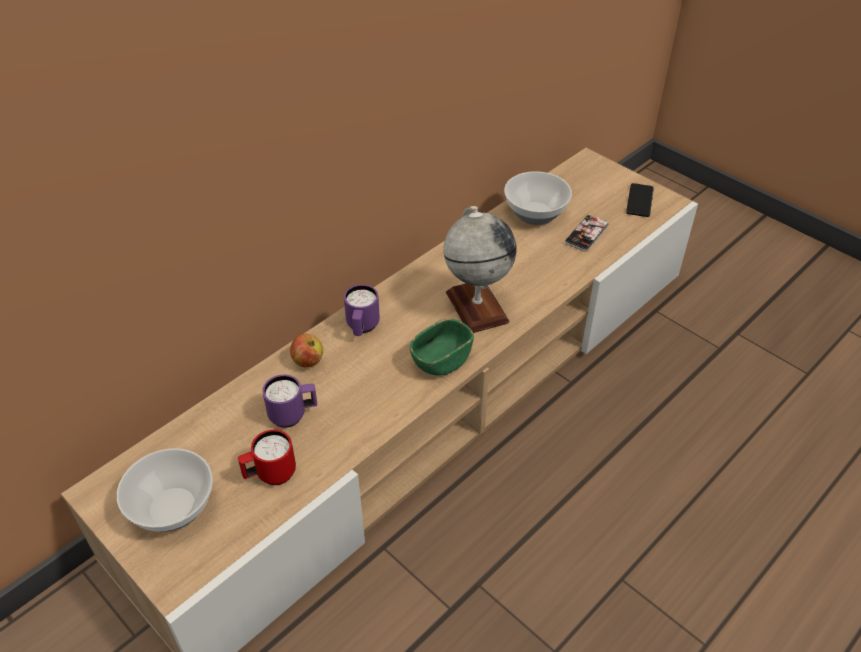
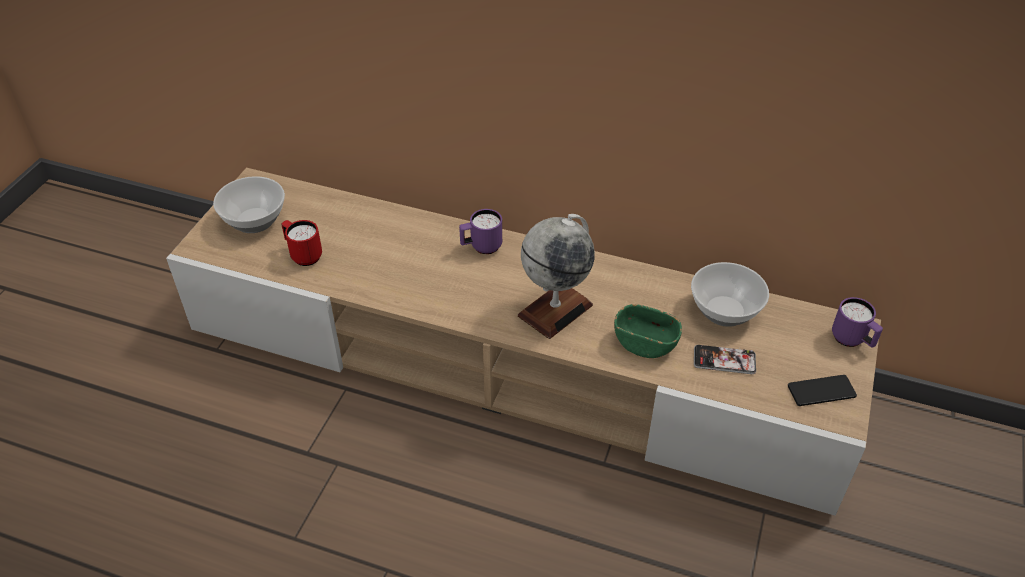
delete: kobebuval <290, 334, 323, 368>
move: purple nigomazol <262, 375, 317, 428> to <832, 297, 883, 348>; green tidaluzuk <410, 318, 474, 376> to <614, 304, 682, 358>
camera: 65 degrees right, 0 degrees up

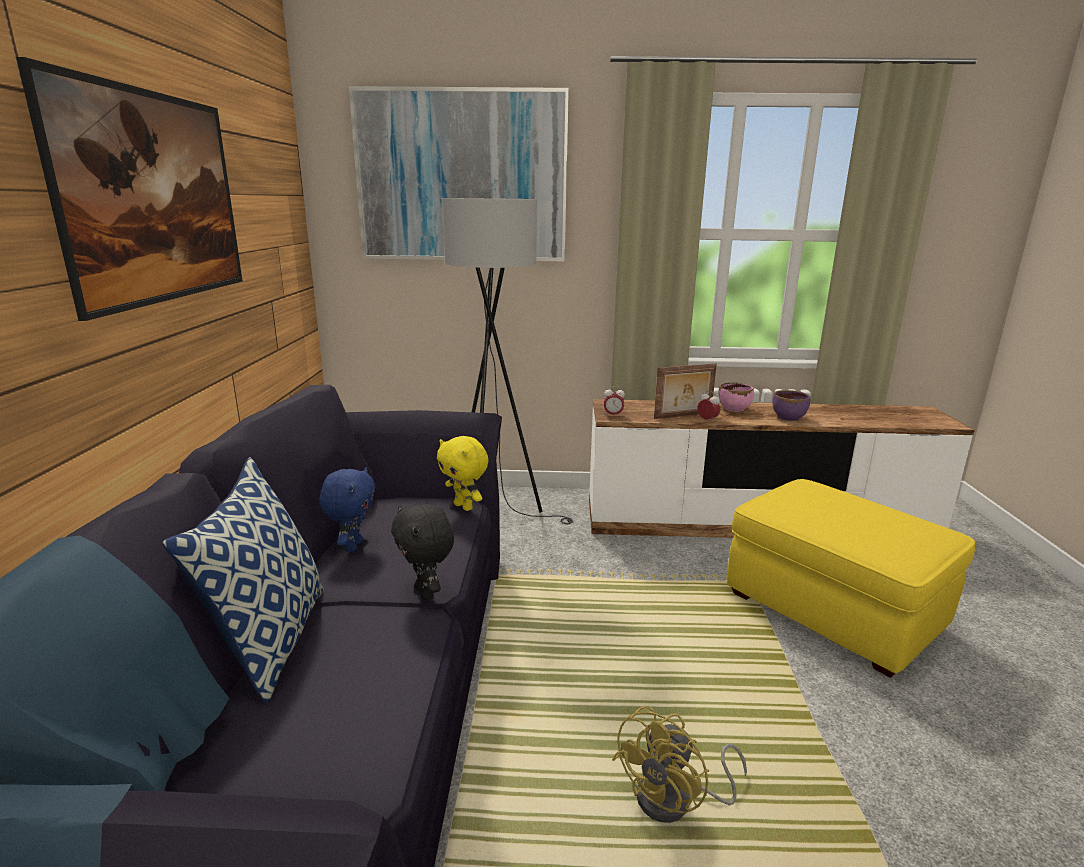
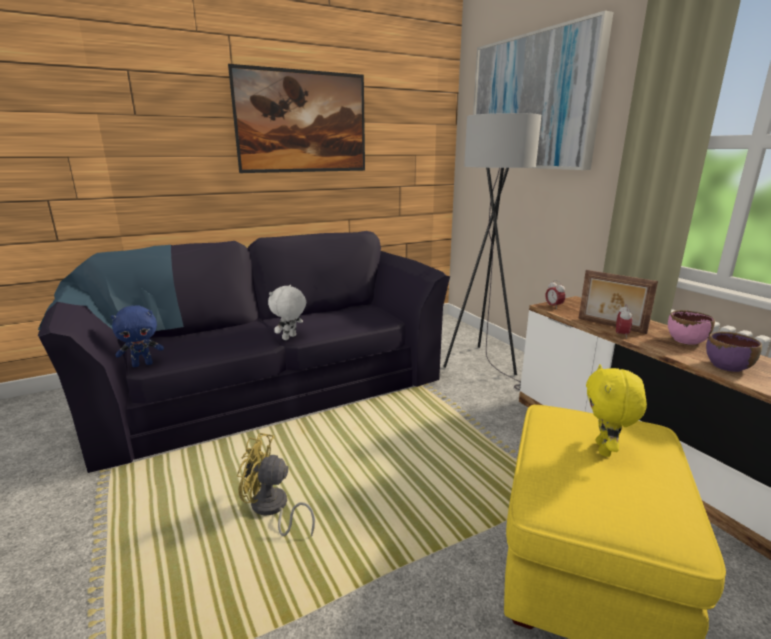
delete: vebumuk <162, 457, 324, 703>
move: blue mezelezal <320, 467, 375, 552> to <110, 305, 164, 367>; yellow mezelezal <437, 436, 489, 511> to <586, 364, 647, 457>
recolor: black mezelezal <391, 504, 454, 600> to white mezelezal <268, 285, 306, 340>
camera: 60 degrees right, 0 degrees up

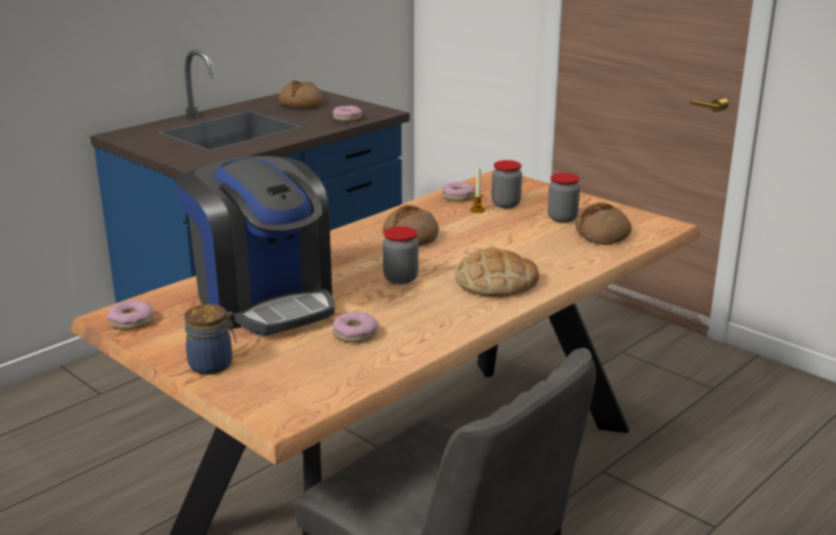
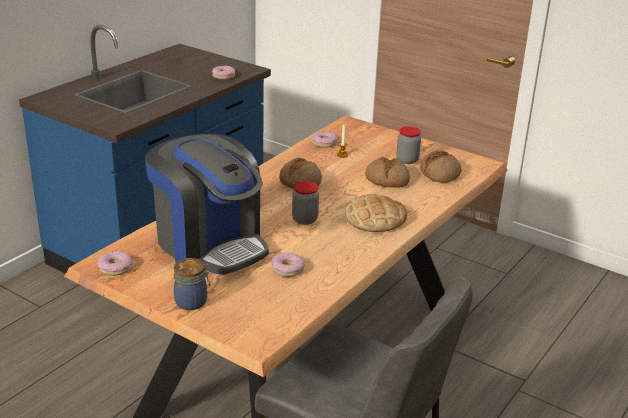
delete: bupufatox <492, 160, 522, 208>
move: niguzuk <279, 80, 323, 108> to <365, 157, 410, 188>
camera: 10 degrees left, 5 degrees up

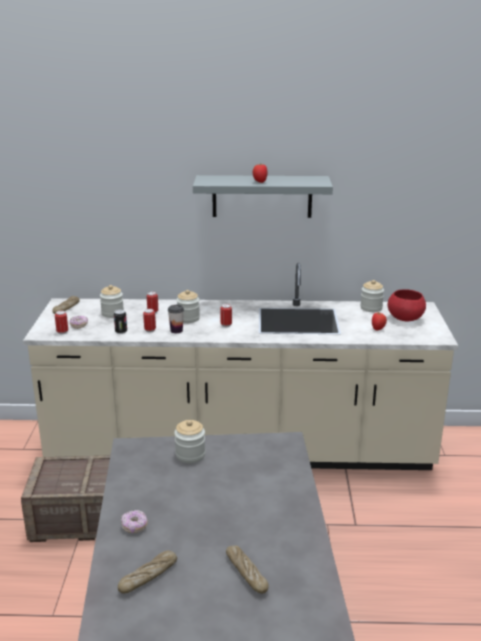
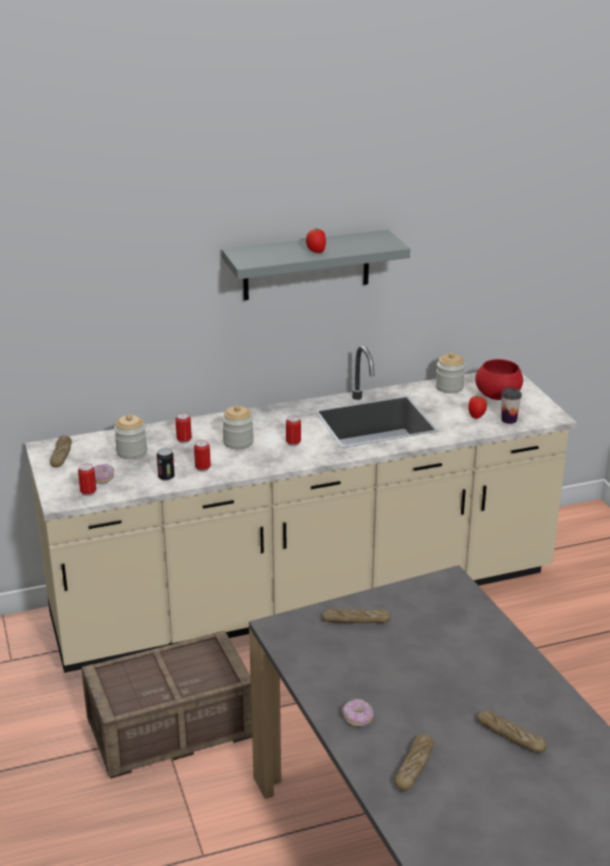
move: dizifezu <168, 305, 184, 333> to <501, 388, 522, 424>
replace: bupufatox <174, 420, 205, 463> to niguzuk <322, 609, 391, 623>
camera: 20 degrees left, 5 degrees up

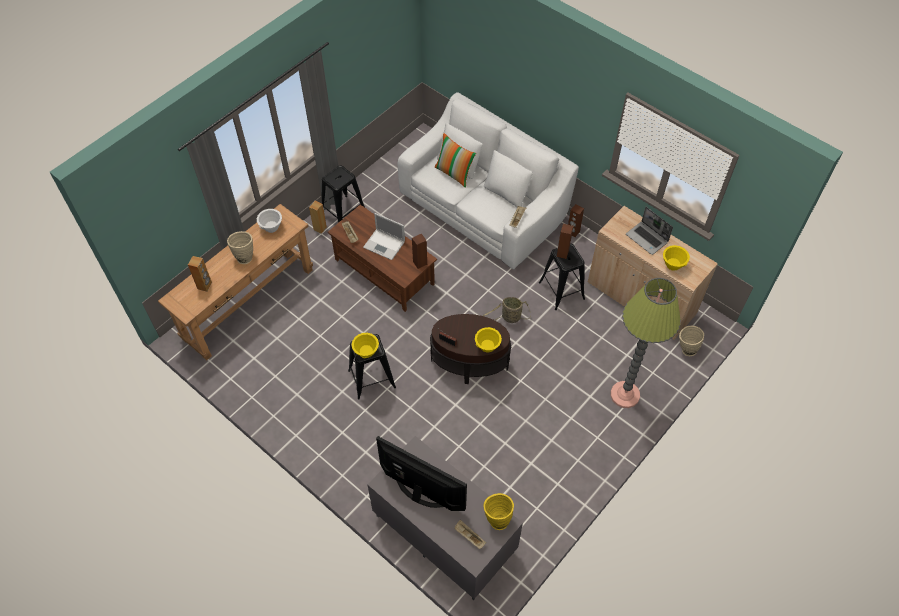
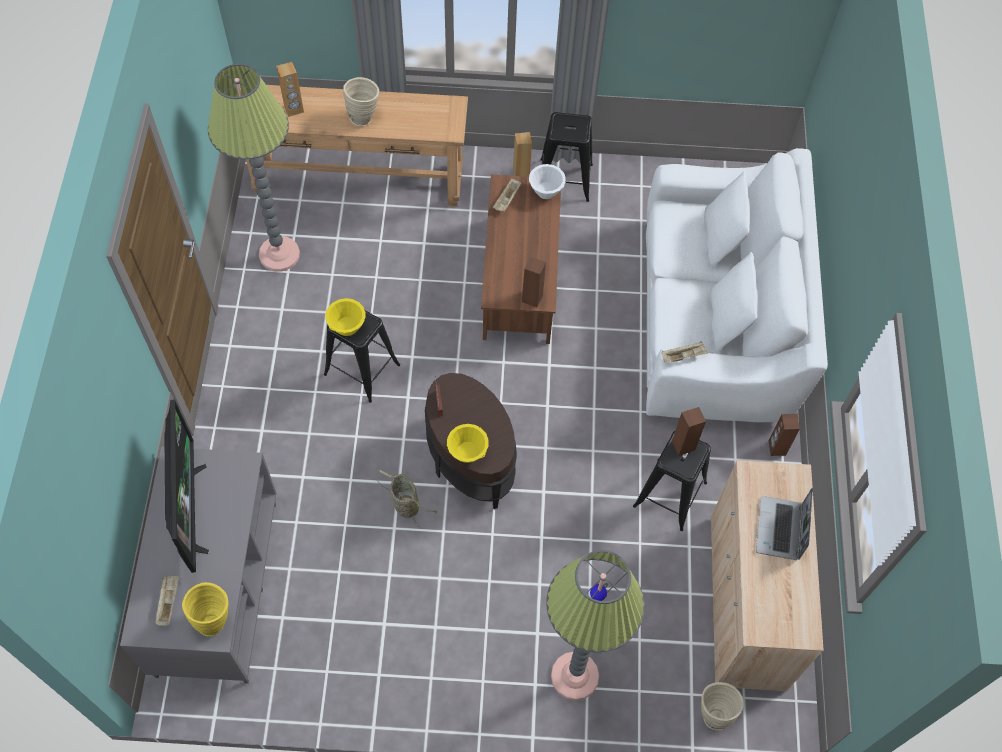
delete: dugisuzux <363, 213, 405, 260>; vebumuk <435, 133, 476, 188>; yellow tidaluzuk <663, 245, 690, 271>
insert: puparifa <208, 64, 300, 272>
move: white tidaluzuk <257, 209, 282, 233> to <529, 164, 566, 199>; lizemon <483, 297, 531, 323> to <376, 469, 438, 529>
camera: 50 degrees right, 5 degrees up

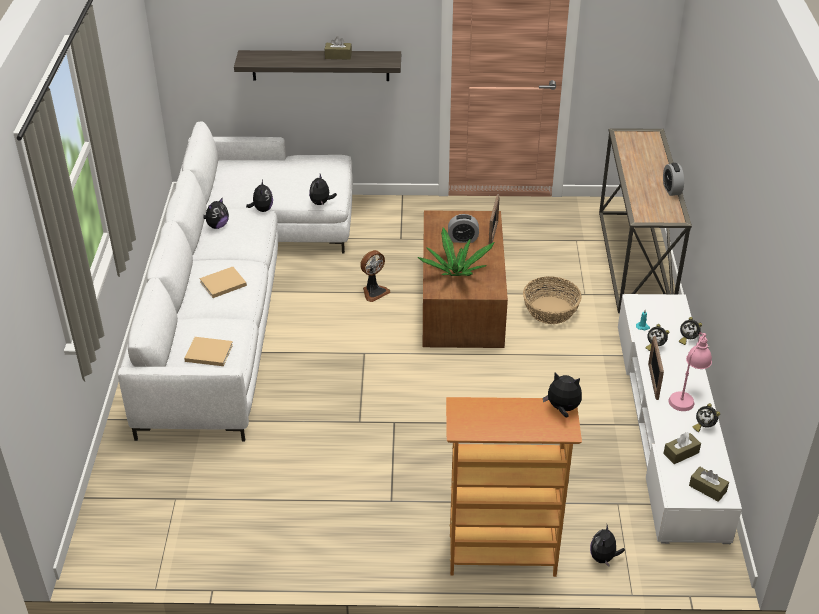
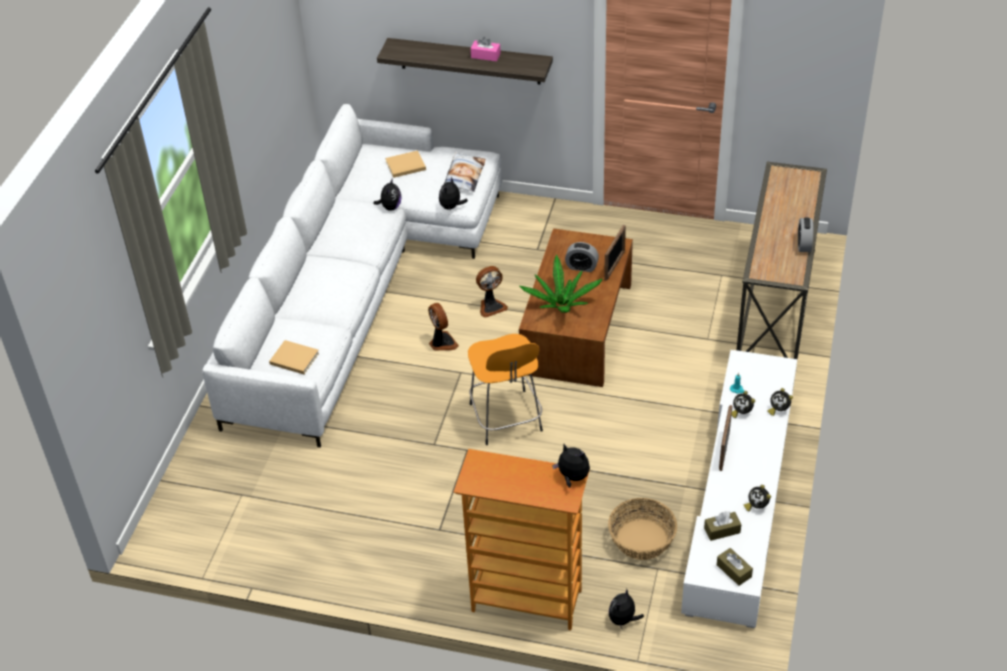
delete: mezelezal <203, 197, 229, 229>; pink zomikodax <668, 332, 712, 411>
insert: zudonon <428, 303, 459, 351>; vebumuk <444, 152, 486, 192>; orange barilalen <468, 334, 543, 445>
move: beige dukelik <199, 267, 247, 298> to <385, 150, 426, 178>; lizemon <523, 276, 582, 324> to <608, 498, 677, 560>
recolor: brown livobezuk <325, 36, 352, 60> to pink livobezuk <471, 37, 501, 61>
camera: 15 degrees right, 5 degrees up

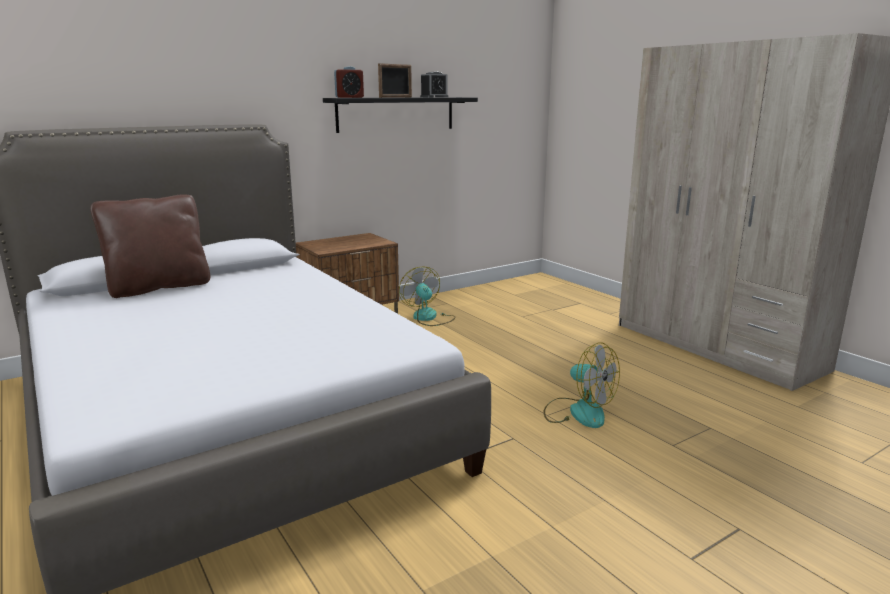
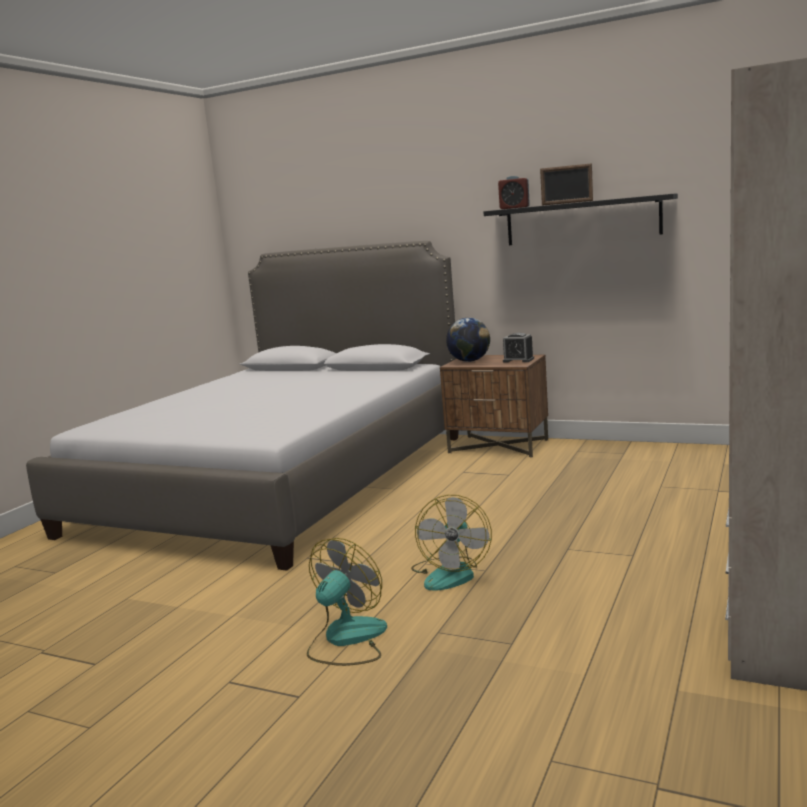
delete: brown vebumuk <90, 194, 210, 298>
insert: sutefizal <446, 318, 490, 362>
move: zudonon <399, 266, 456, 326> to <307, 538, 387, 666>; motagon <420, 72, 449, 97> to <503, 333, 534, 362>
camera: 60 degrees right, 5 degrees down

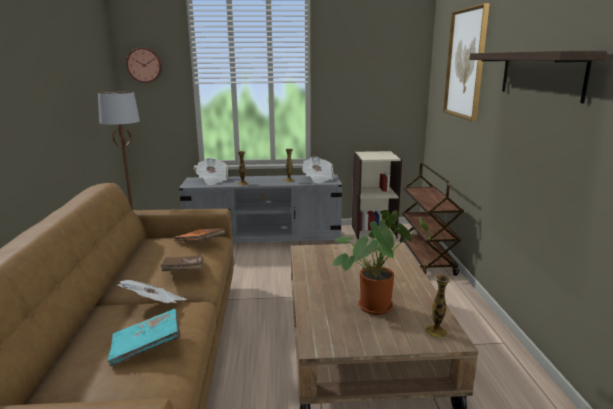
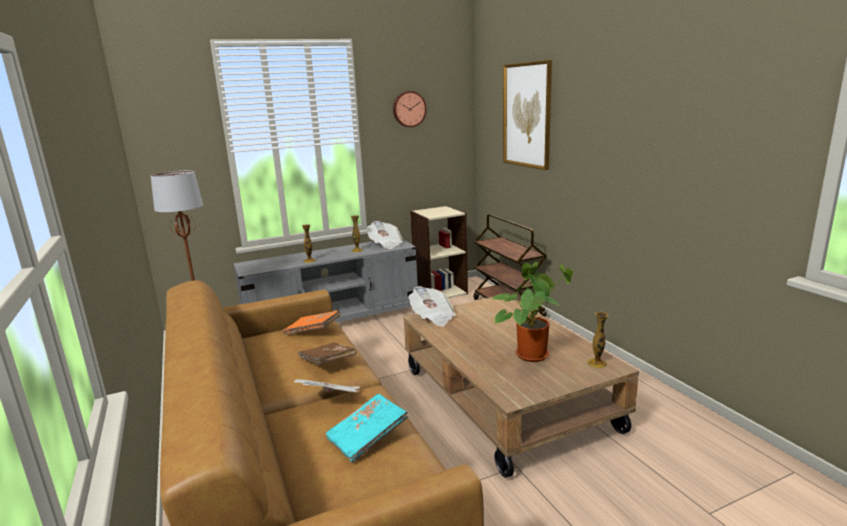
delete: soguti <470, 51, 607, 103>
move: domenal <126, 48, 162, 83> to <393, 91, 427, 127>; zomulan <195, 158, 228, 185> to <408, 286, 456, 327>
camera: 20 degrees left, 0 degrees up

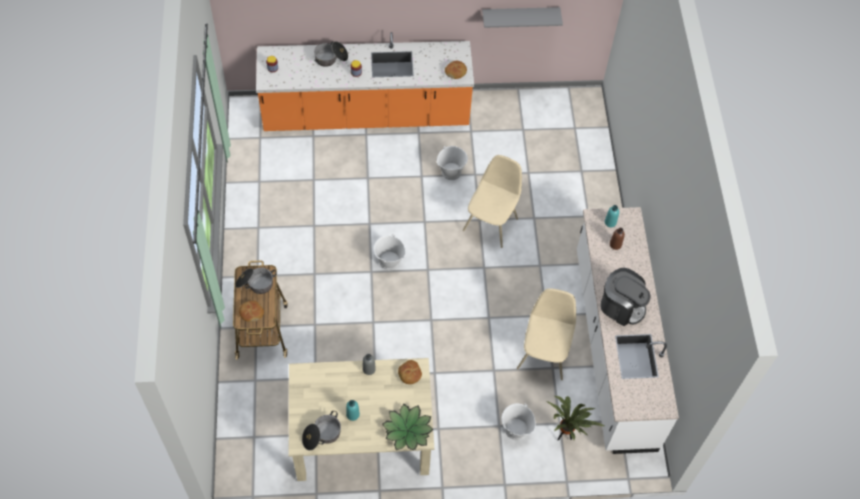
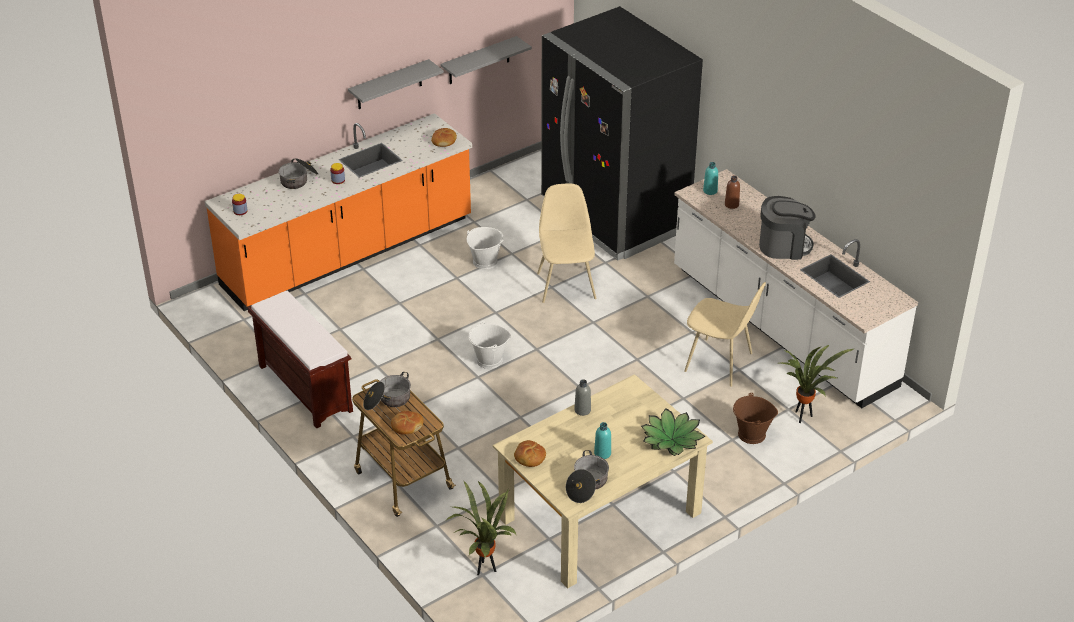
insert: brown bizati <248, 291, 353, 429>; grey soguti <348, 59, 444, 109>; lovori <445, 480, 517, 576>; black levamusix <541, 6, 703, 261>
move: niguzuk <398, 360, 422, 384> to <514, 440, 546, 467>
recolor: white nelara <501, 403, 535, 440> to brown nelara <733, 393, 778, 444>
rotate: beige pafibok <517, 288, 576, 380> = <684, 282, 766, 387> 135 degrees clockwise
camera: 30 degrees left, 20 degrees down

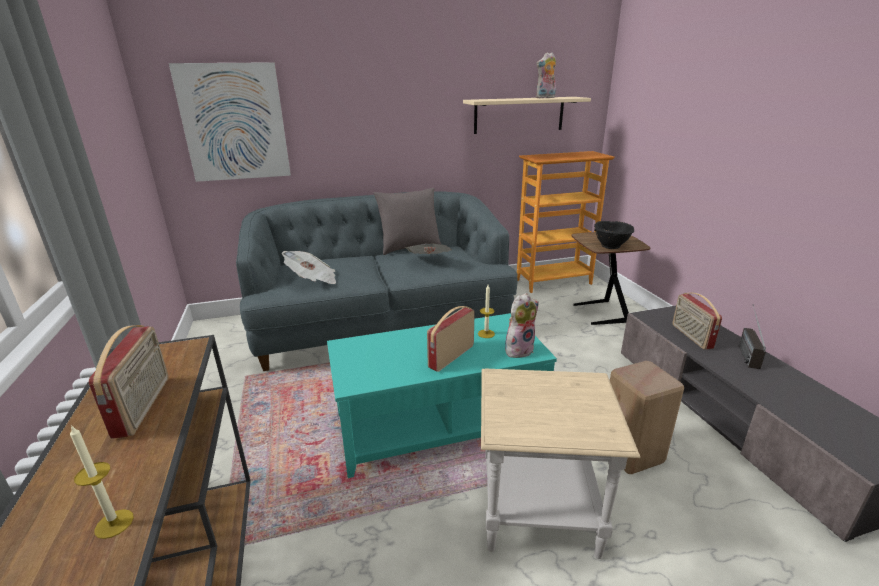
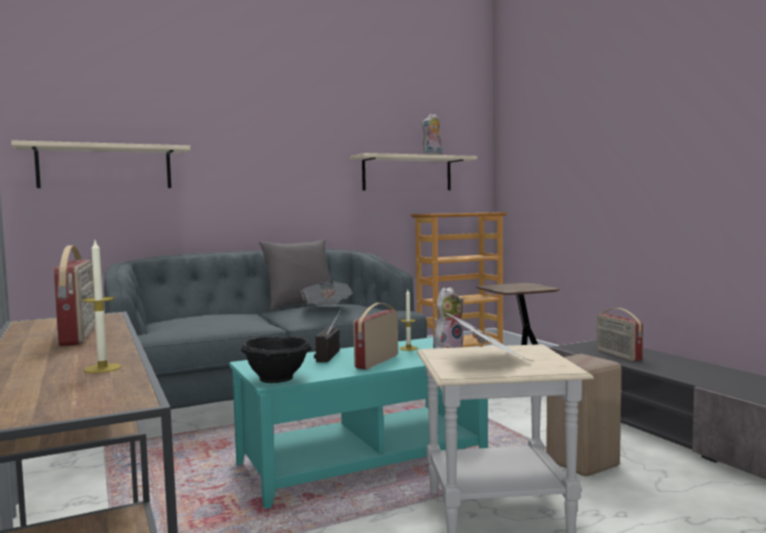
move: zomulan <282, 251, 336, 284> to <441, 311, 532, 361>; black tidaluzuk <594, 221, 634, 249> to <241, 336, 312, 383>; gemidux <739, 305, 766, 369> to <314, 304, 344, 362>
replace: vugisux <169, 62, 291, 182> to beige soguti <11, 140, 190, 188>
camera: 10 degrees left, 20 degrees down

